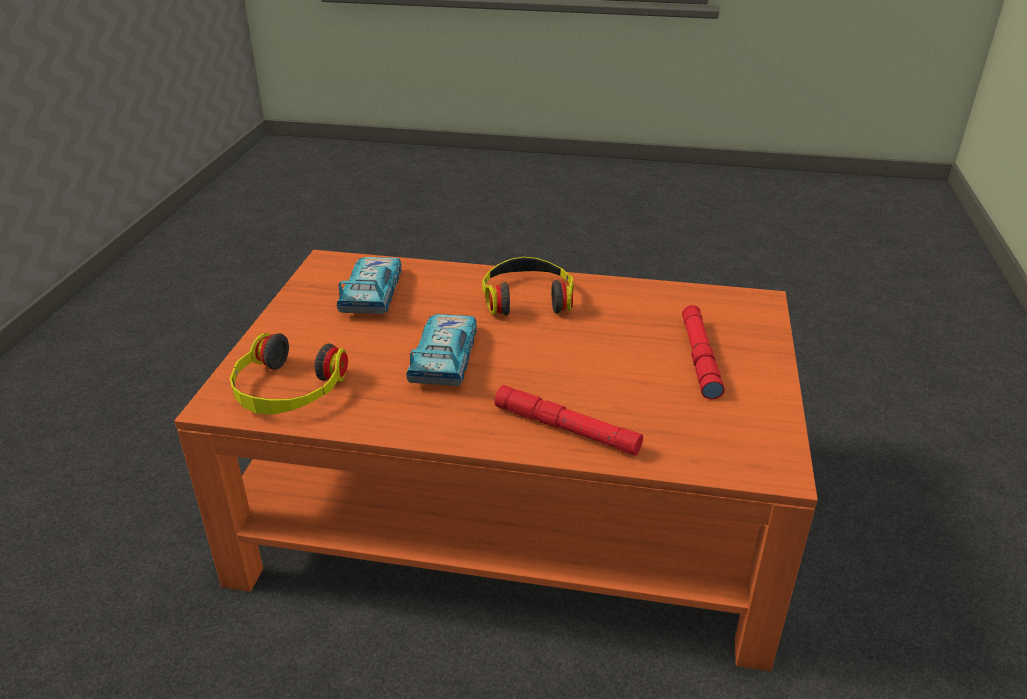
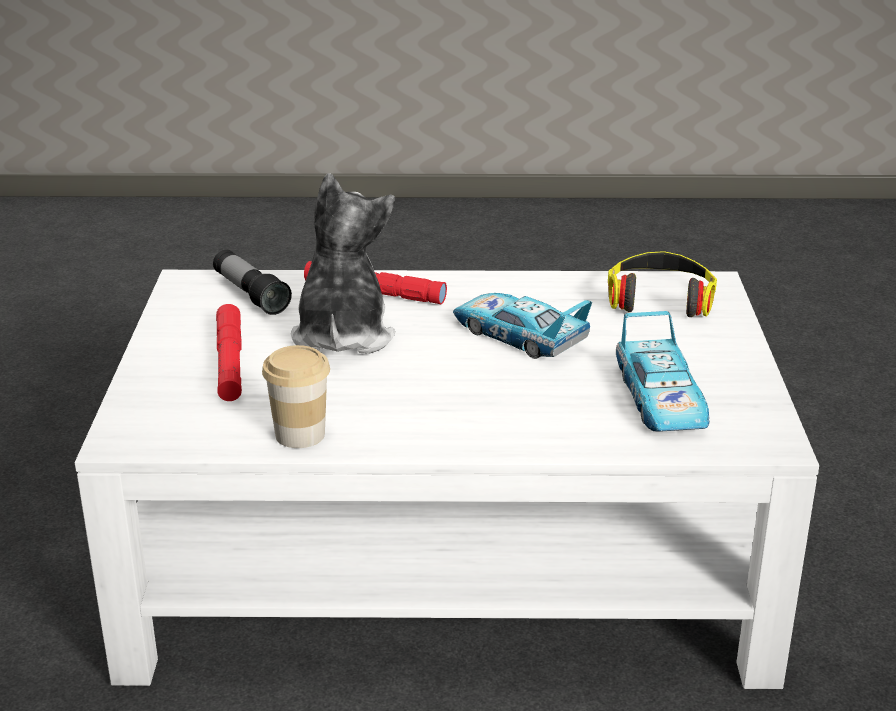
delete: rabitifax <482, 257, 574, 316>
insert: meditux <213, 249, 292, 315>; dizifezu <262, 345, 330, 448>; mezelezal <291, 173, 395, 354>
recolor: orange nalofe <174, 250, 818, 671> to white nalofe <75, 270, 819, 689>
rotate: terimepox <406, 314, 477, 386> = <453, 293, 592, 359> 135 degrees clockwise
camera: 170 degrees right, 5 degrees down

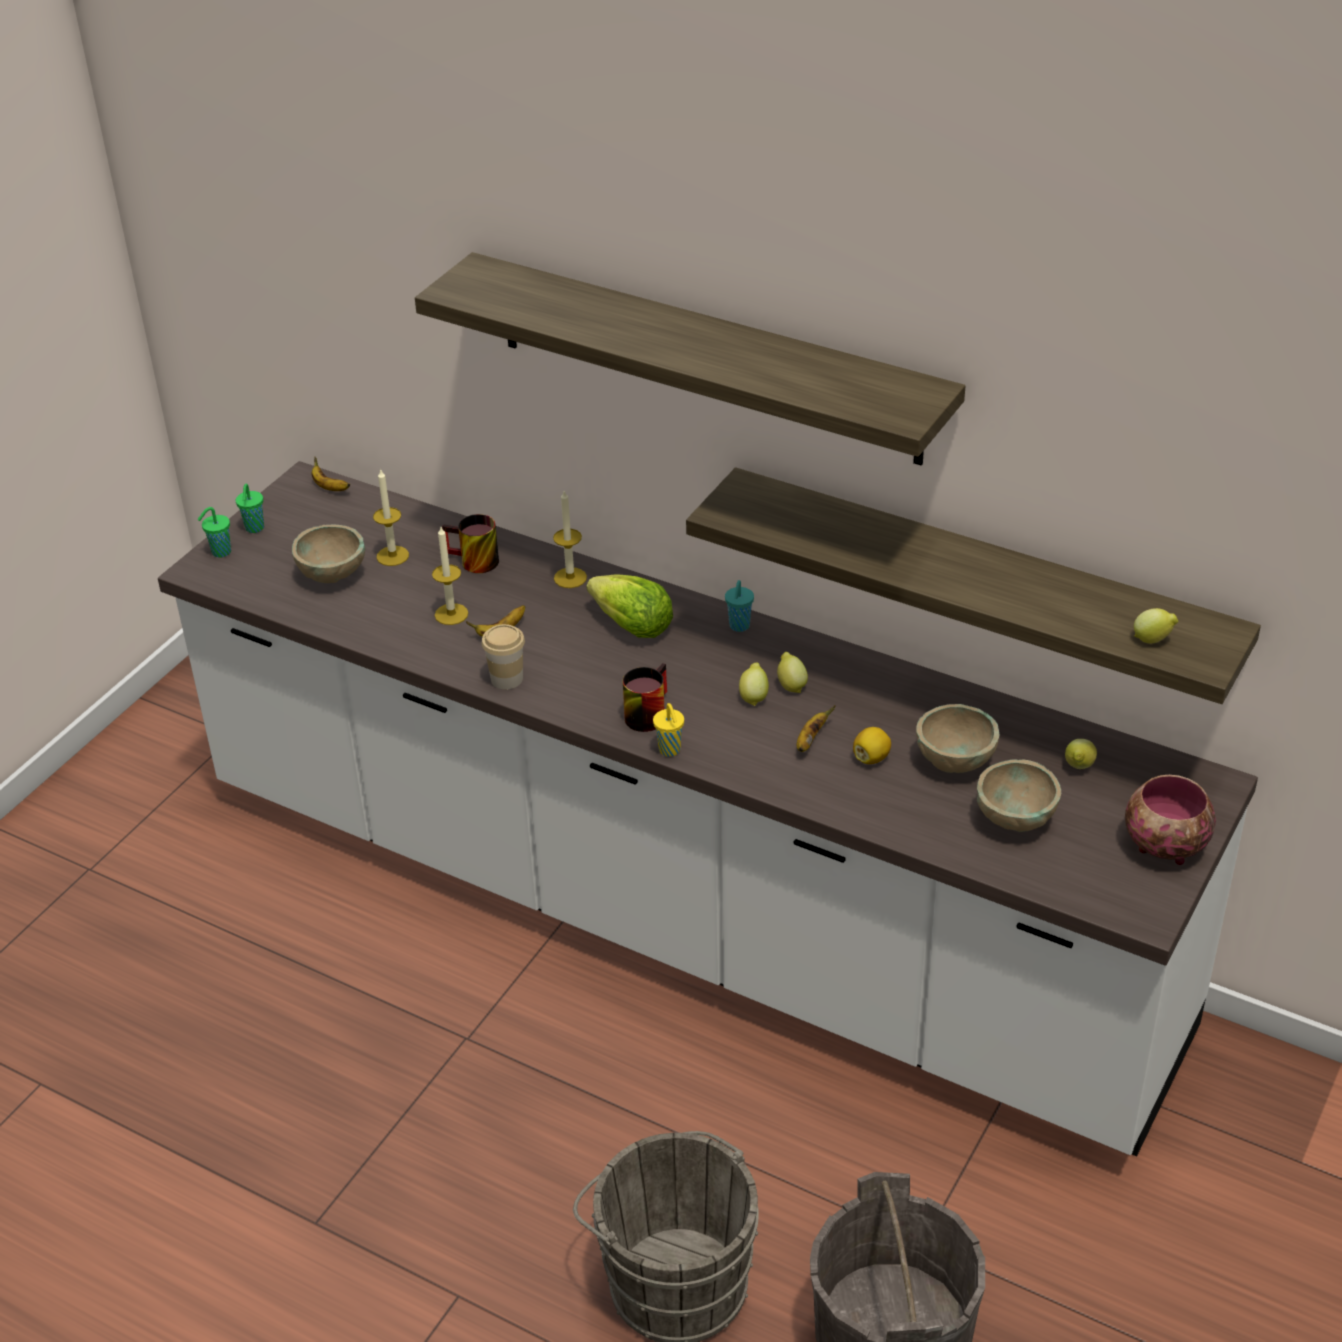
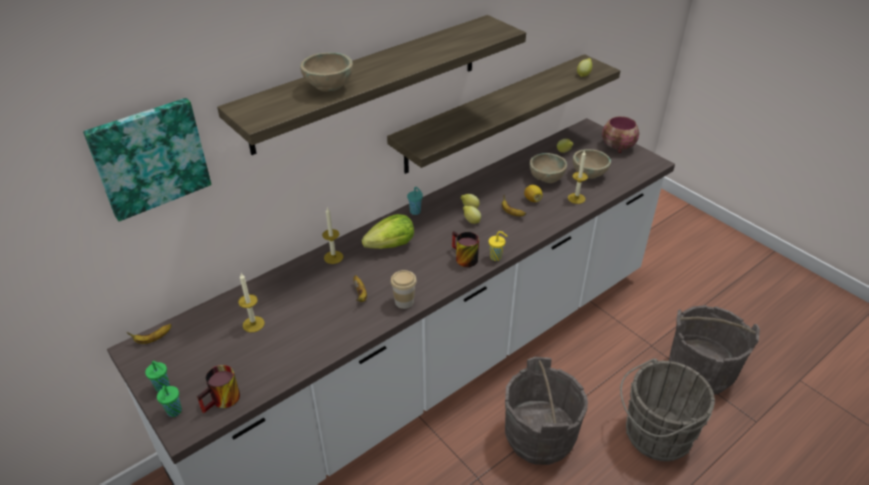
insert: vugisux <83, 98, 211, 222>; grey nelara <505, 357, 588, 465>
move: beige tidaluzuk <292, 525, 365, 583> to <300, 52, 353, 92>; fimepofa <432, 527, 468, 625> to <568, 150, 588, 204>; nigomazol <442, 514, 499, 573> to <197, 365, 240, 413>
camera: 70 degrees left, 0 degrees up

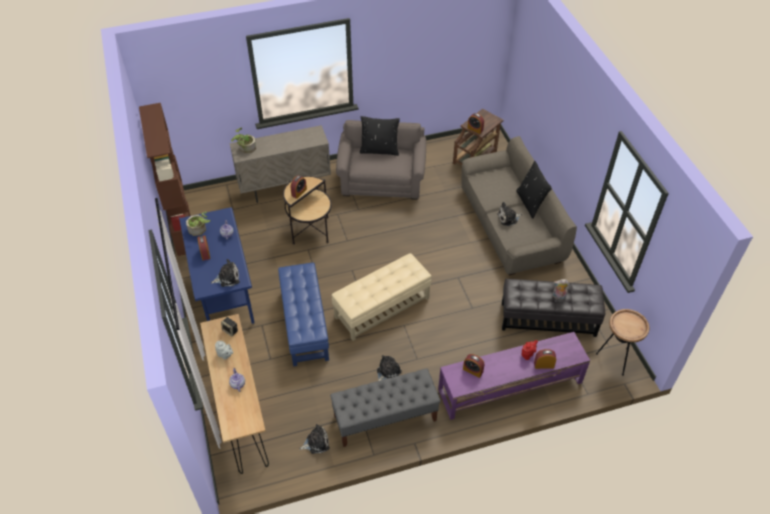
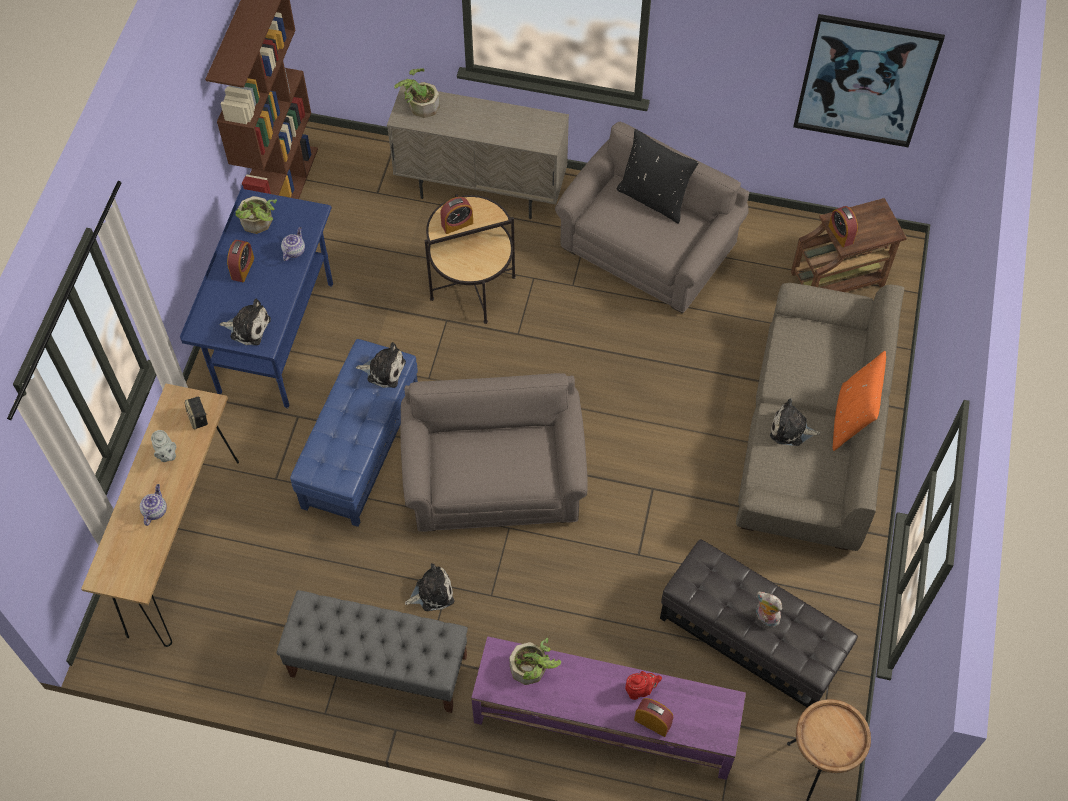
insert: vugisux <793, 14, 945, 147>
move: mezelezal <300, 424, 330, 454> to <356, 342, 406, 388>
replace: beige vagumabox <332, 253, 431, 341> to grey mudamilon <401, 373, 587, 532>; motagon <463, 354, 485, 378> to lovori <509, 638, 561, 685>
recolor: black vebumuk <516, 161, 552, 219> to orange vebumuk <833, 351, 886, 451>
camera: 30 degrees right, 10 degrees up

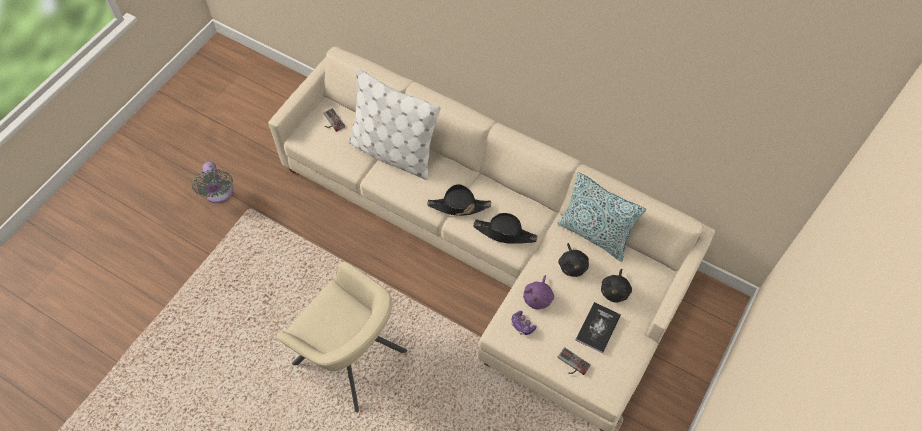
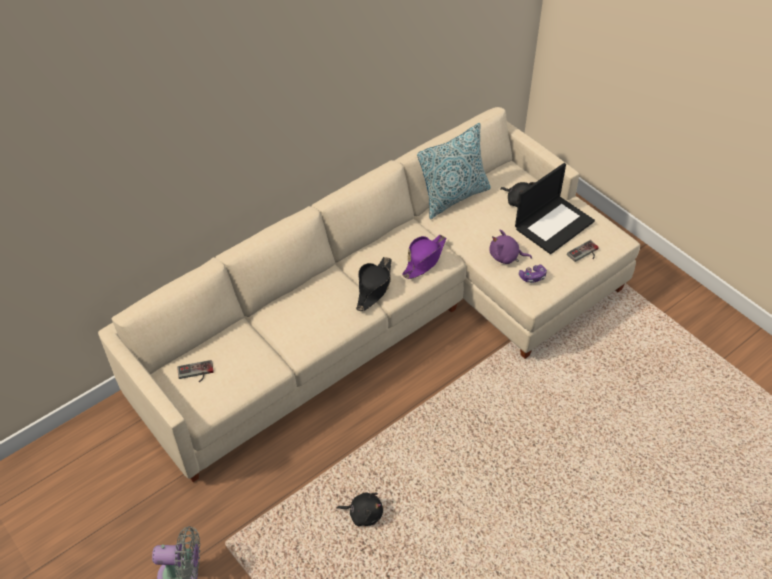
delete: beige mudamilon <277, 262, 407, 413>; white vebumuk <348, 69, 440, 180>
move: black mezelezal <558, 243, 589, 277> to <337, 492, 383, 526>
replace: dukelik <576, 302, 621, 353> to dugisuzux <515, 163, 595, 254>
recolor: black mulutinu <473, 213, 537, 244> to purple mulutinu <402, 235, 446, 279>
rotate: purple mezelezal <523, 275, 554, 310> = <489, 230, 532, 264> 150 degrees clockwise
camera: 70 degrees left, 10 degrees down

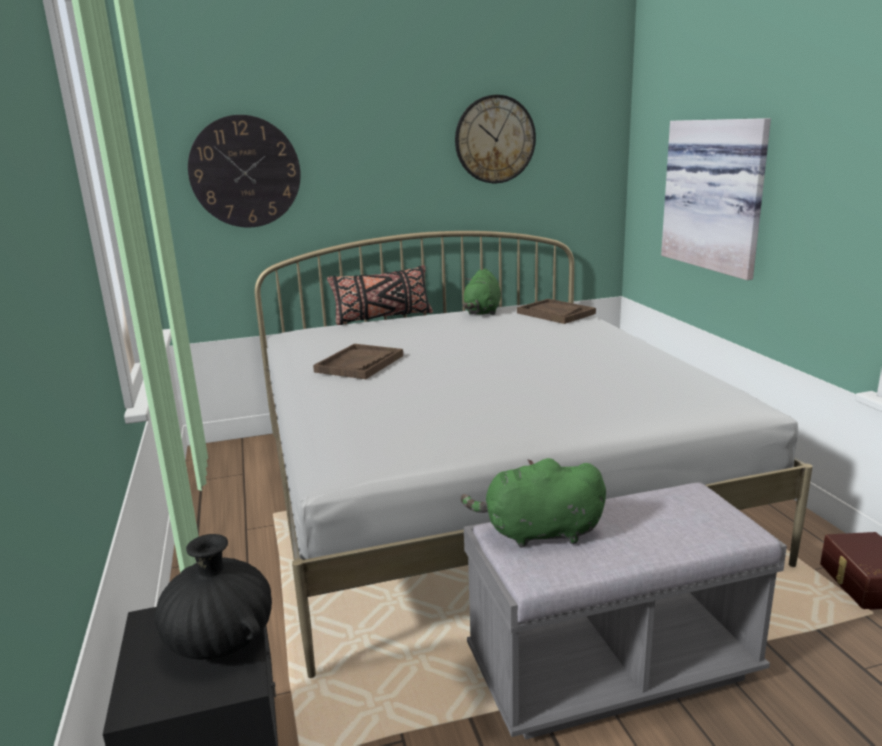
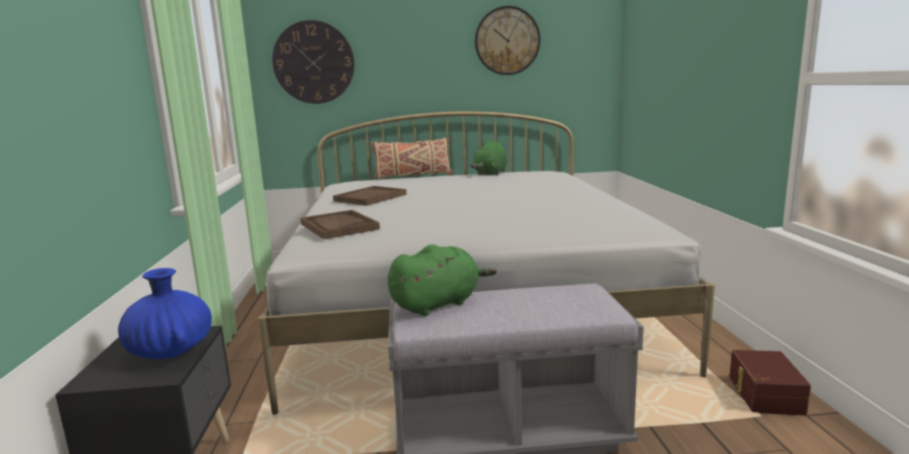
delete: vugisux <661, 118, 771, 280>
move: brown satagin <517, 299, 596, 324> to <300, 210, 380, 239>
recolor: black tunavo <155, 534, 272, 660> to blue tunavo <118, 268, 212, 359>; black vebumuk <327, 265, 433, 325> to beige vebumuk <370, 137, 453, 179>
rotate: green mezelezal <461, 458, 606, 548> = <388, 244, 497, 316> 135 degrees clockwise
camera: 10 degrees right, 5 degrees down

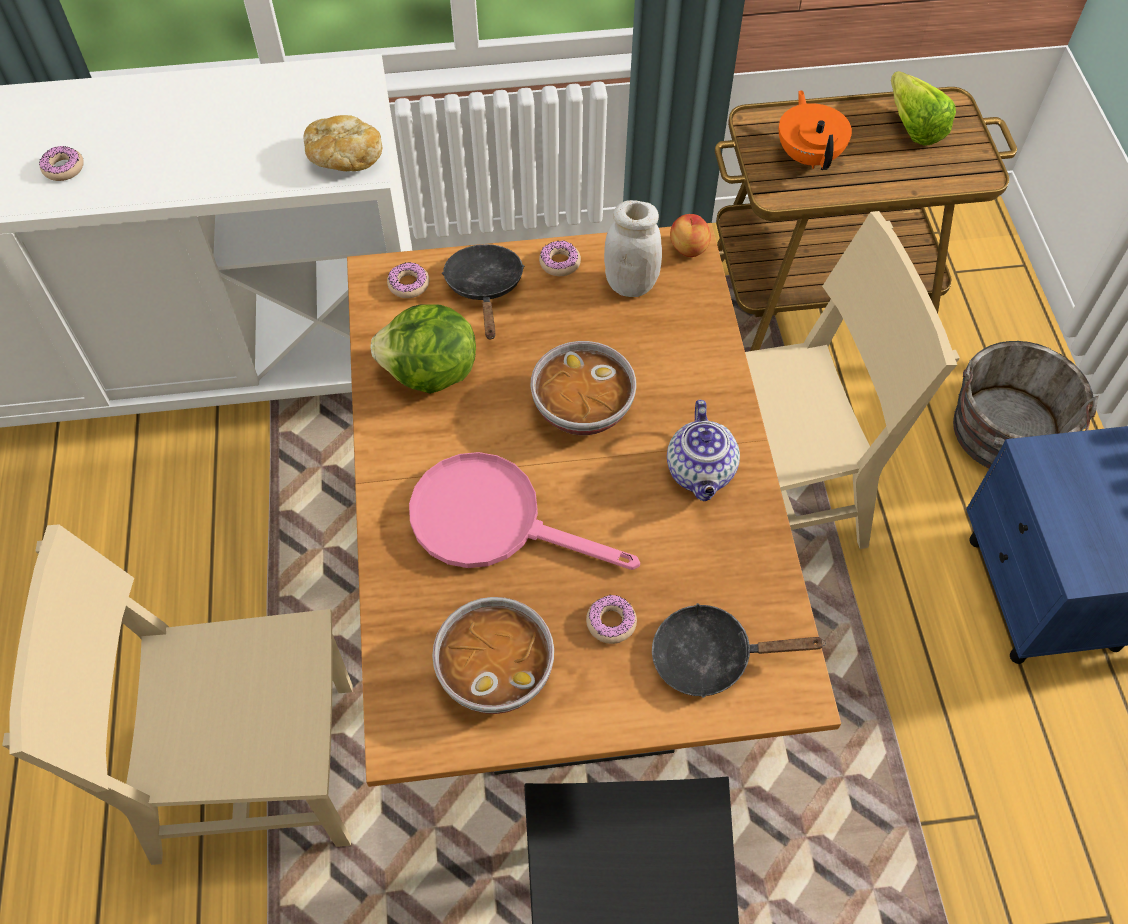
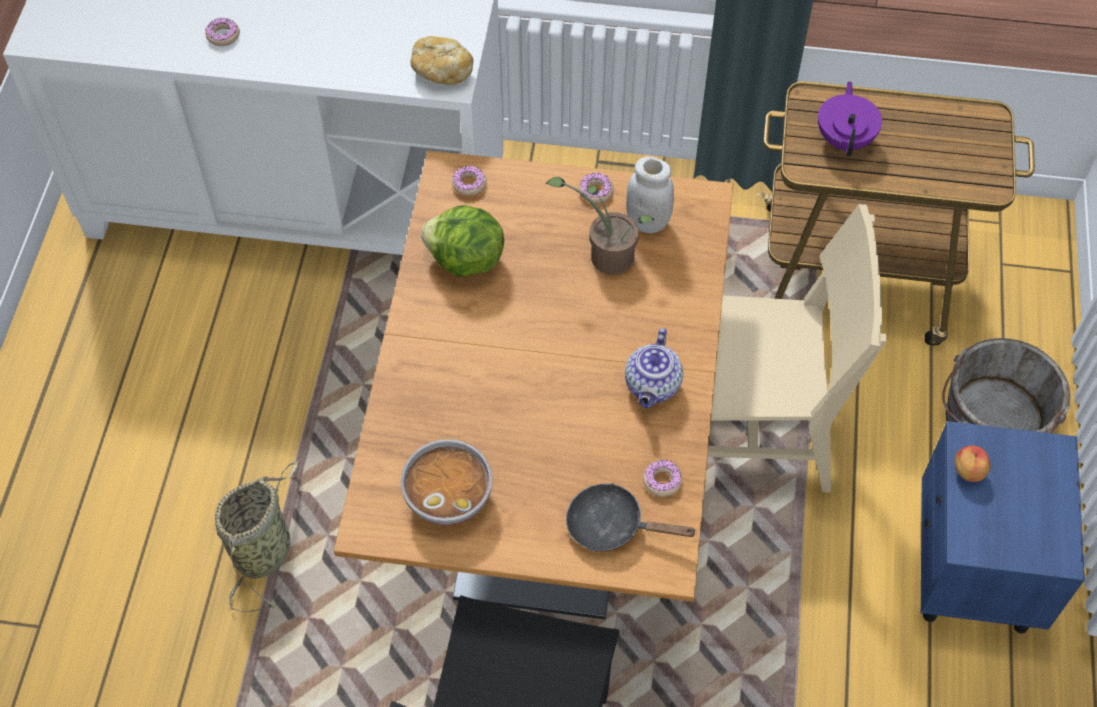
delete: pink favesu <409, 452, 640, 570>; black favesu <442, 244, 524, 339>; tidaluzuk <531, 341, 636, 435>; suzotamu <891, 71, 956, 146>
insert: lovori <546, 177, 654, 275>
move: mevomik <586, 595, 637, 644> to <643, 460, 682, 497>; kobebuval <670, 214, 711, 257> to <955, 446, 990, 482>
replace: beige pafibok <2, 524, 352, 865> to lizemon <215, 461, 299, 612>
recolor: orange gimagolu <779, 90, 852, 170> to purple gimagolu <818, 81, 882, 156>
camera: 15 degrees right, 0 degrees up

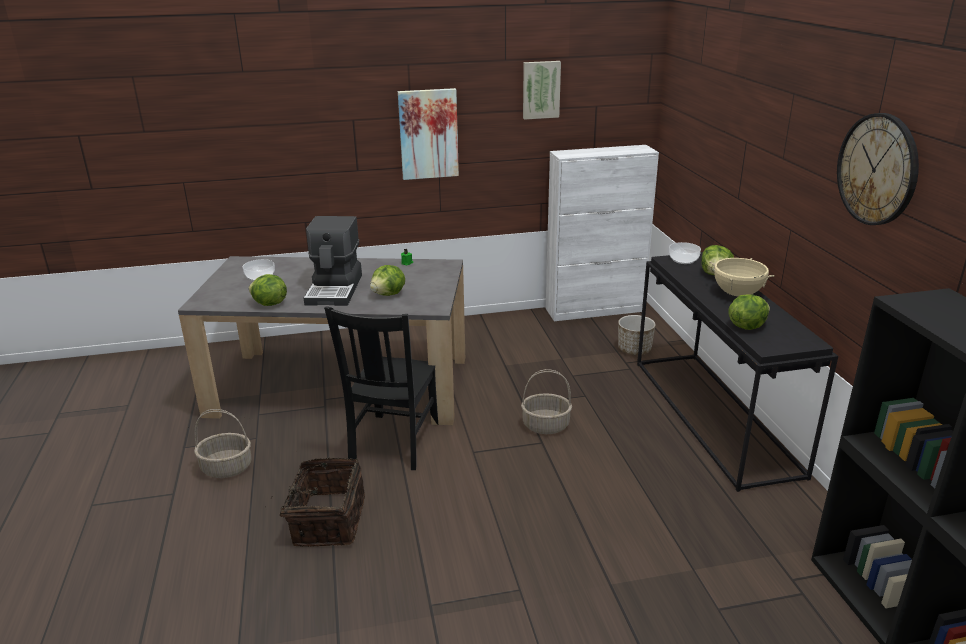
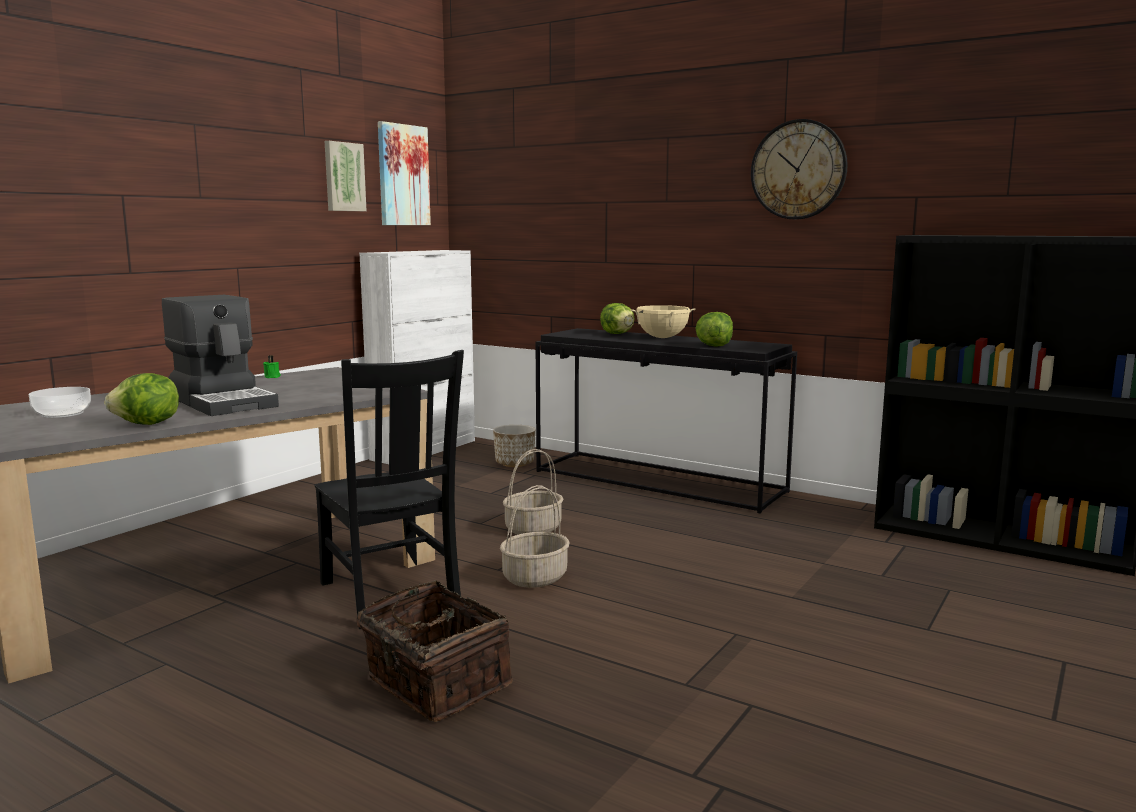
delete: suzotamu <370, 265, 405, 296>; tidaluzuk <669, 242, 701, 264>
move: lizemon <194, 409, 251, 478> to <500, 485, 570, 588>; vugisux <398, 88, 459, 180> to <378, 121, 431, 225>
camera: 45 degrees left, 15 degrees down

